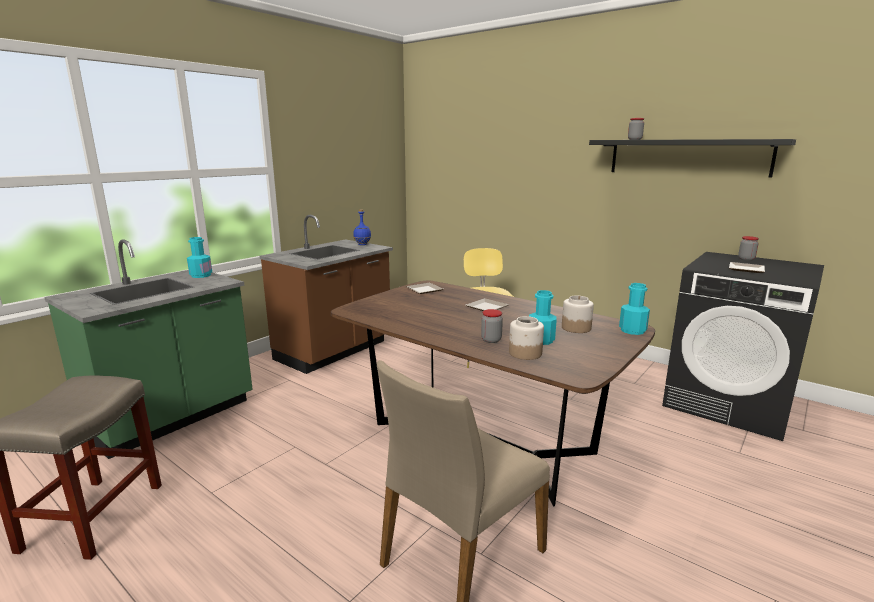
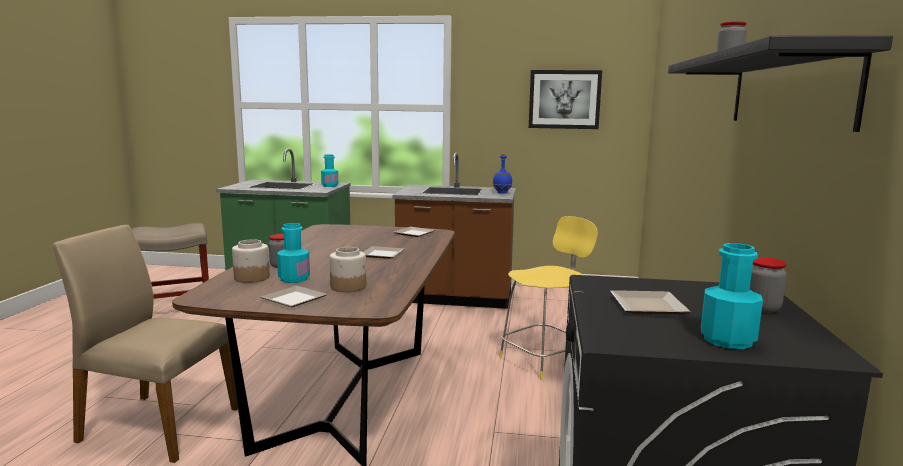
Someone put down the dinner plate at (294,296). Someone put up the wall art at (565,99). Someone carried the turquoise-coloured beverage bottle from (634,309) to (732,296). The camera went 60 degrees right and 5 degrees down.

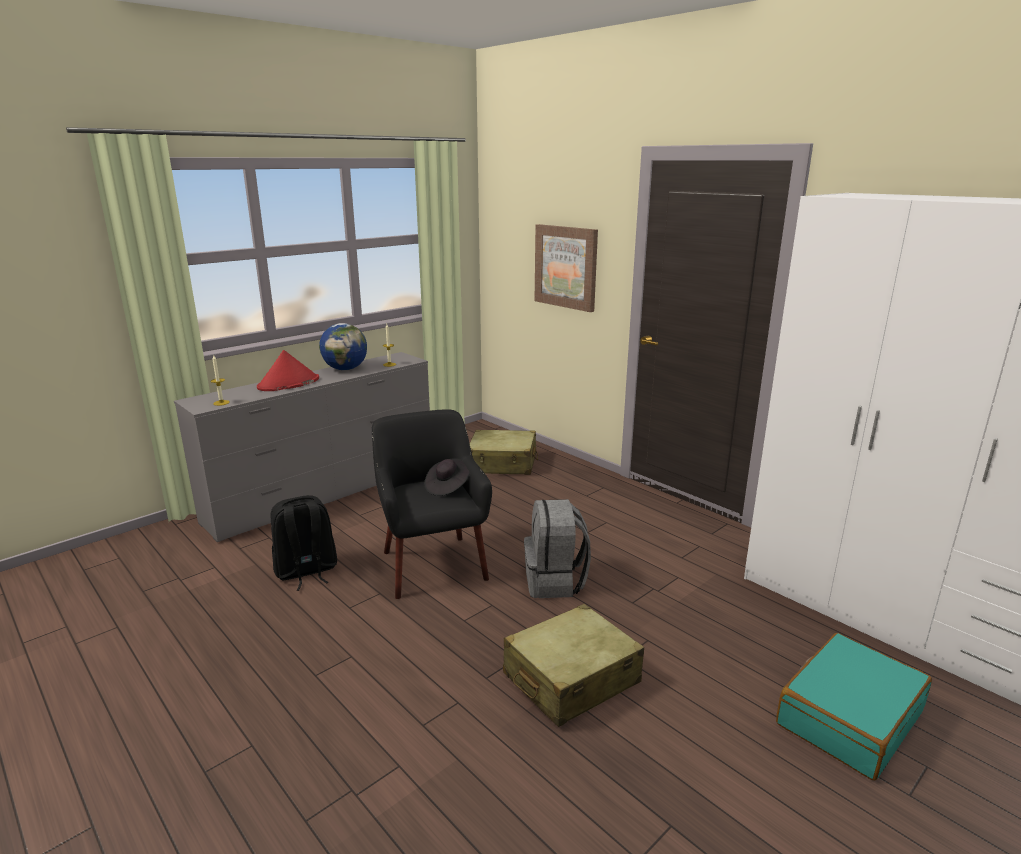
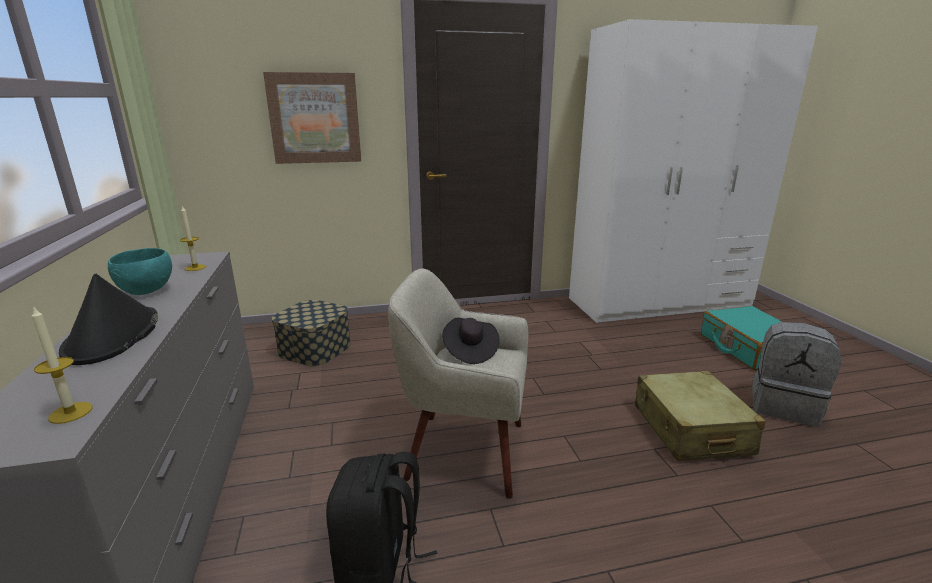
Someone carried the gray knapsack from (557,548) to (796,374). Someone swapped the desk globe at (343,346) for the turquoise-coloured bowl at (140,271). Someone swapped the beige-coloured piece of luggage at (503,452) for the storage container at (311,333). Someone repainted the red hat at (288,370), which became the blackish hat at (108,319). Someone repainted the blackish easy chair at (432,504), which became the beige-coloured easy chair at (458,383). The camera went 60 degrees left and 0 degrees up.

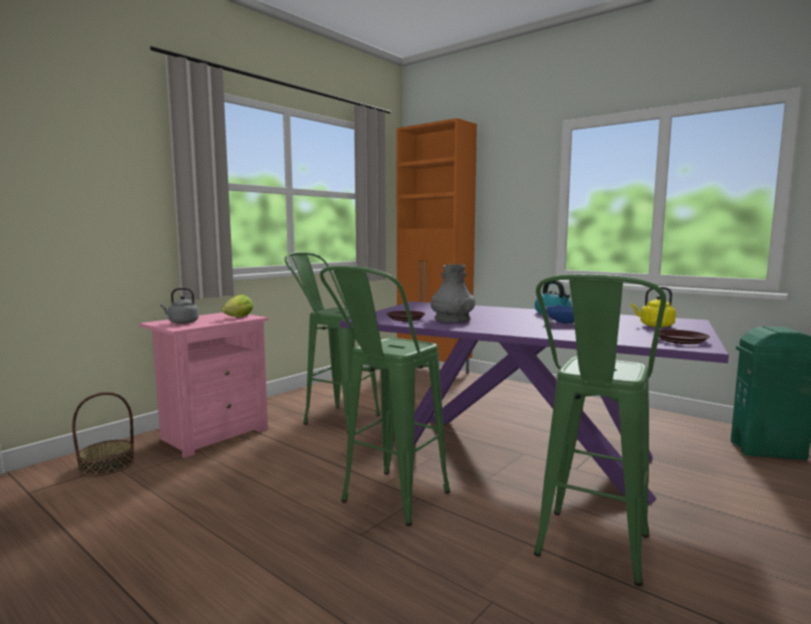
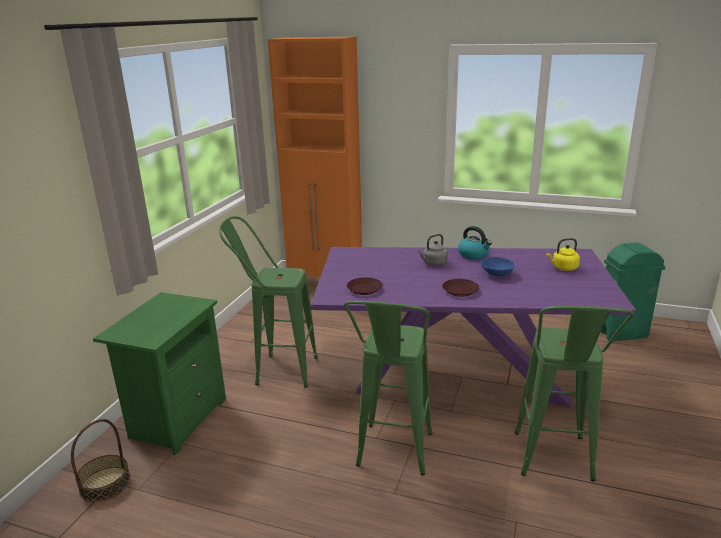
Someone took away the lettuce at (237,306). Someone took away the gray decorative vase at (453,293). Someone carried the gray water kettle from (179,306) to (433,250). Someone carried the brownish dinner plate from (684,337) to (460,288). Someone repainted the pinkish night table at (203,385), which became the green night table at (159,373). The camera went 20 degrees left and 15 degrees up.

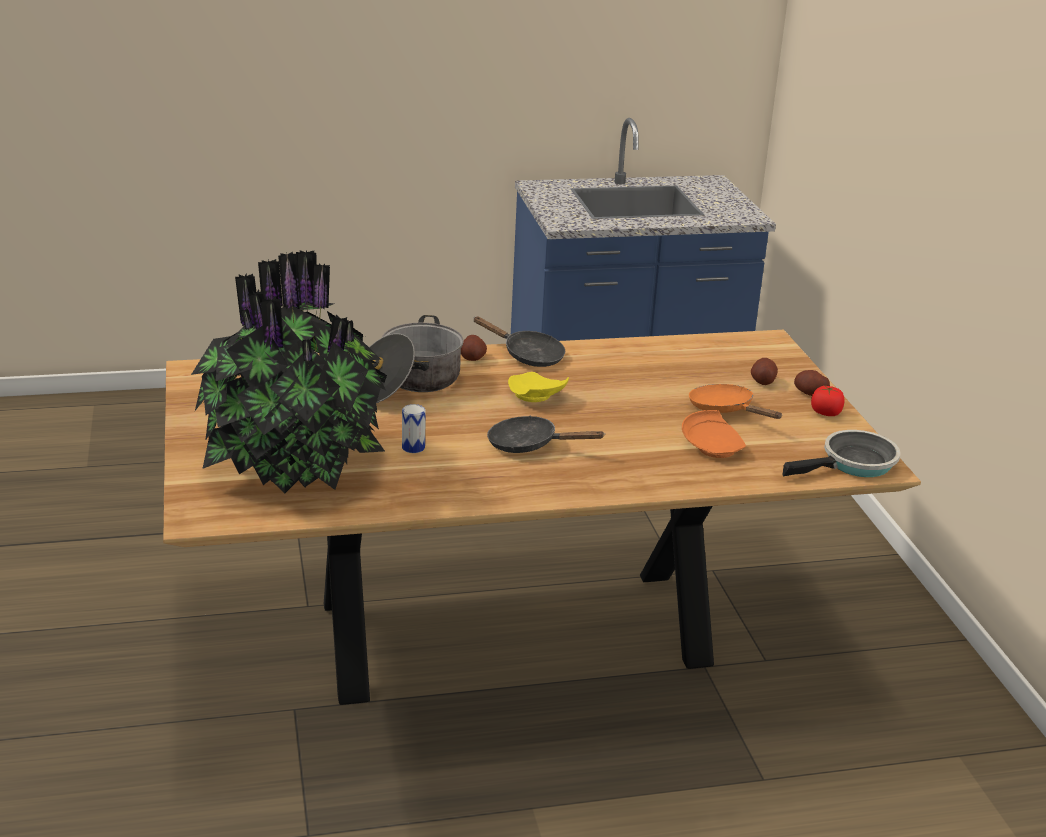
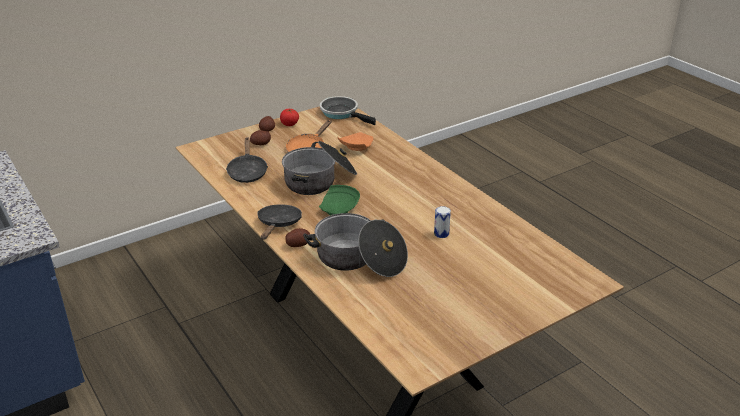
Someone took away the potted plant at (289,371). Someone put down the saucepot at (319,168). Someone carried the blackish frying pan from (546,434) to (247,160). Someone repainted the yellow-coloured dinner plate at (538,387), which became the green dinner plate at (339,200). The camera went 110 degrees left and 5 degrees up.

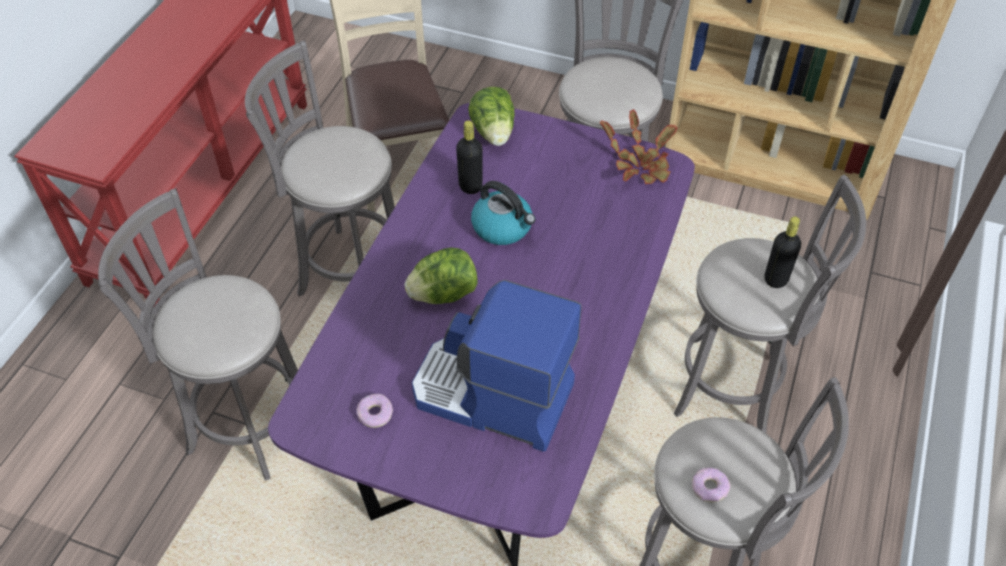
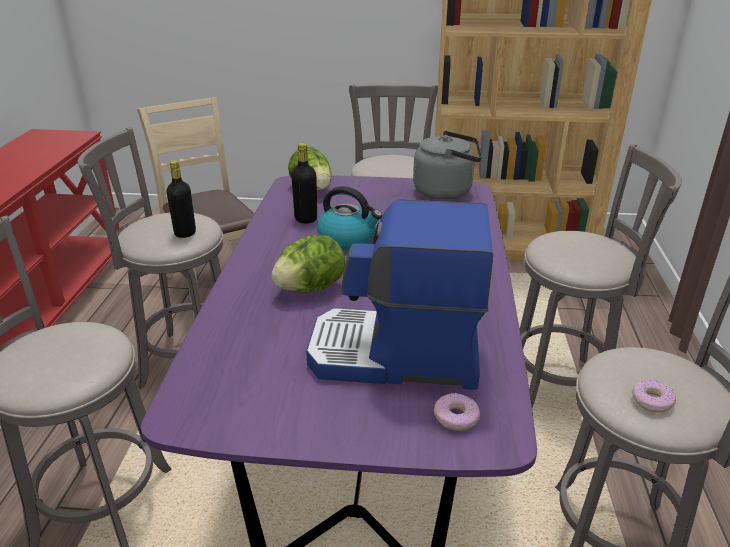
Someone carried the doughnut from (374,411) to (457,412). Someone carried the blackish beverage bottle from (782,252) to (181,199). Someone swapped the potted plant at (639,146) for the gray water kettle at (447,165). The camera went 15 degrees left and 20 degrees down.

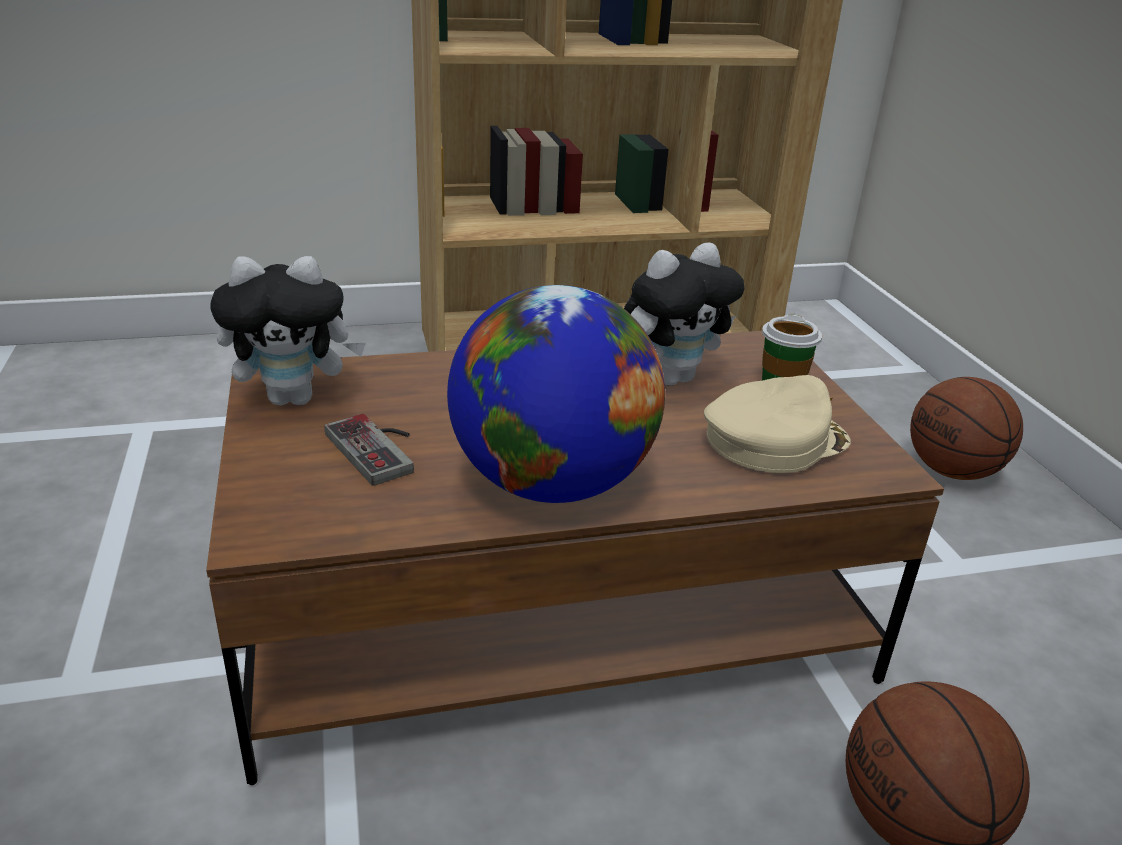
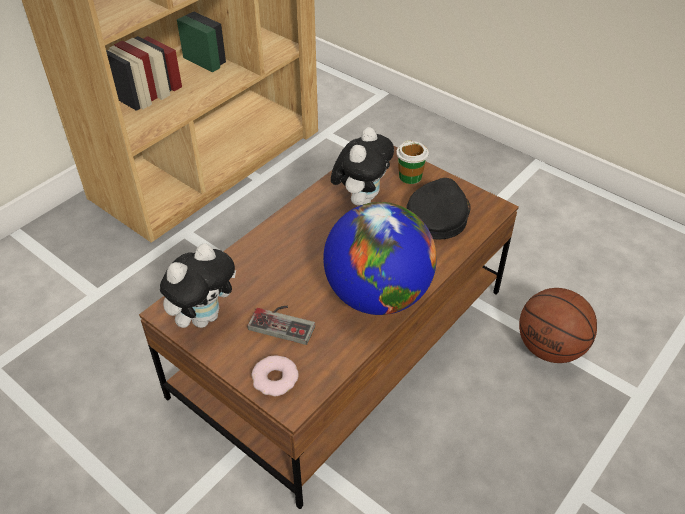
Someone took away the basketball at (966,428). Someone put down the doughnut at (275,375). Someone repainted the beige-coloured cap at (777,424), which became the blackish cap at (438,208). The camera went 35 degrees left and 15 degrees up.

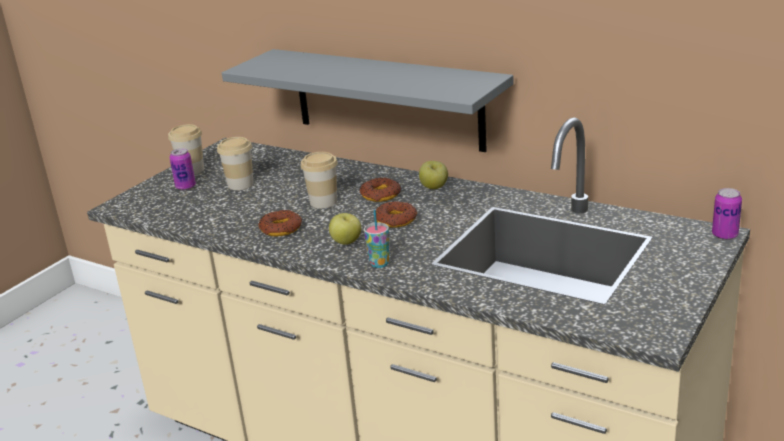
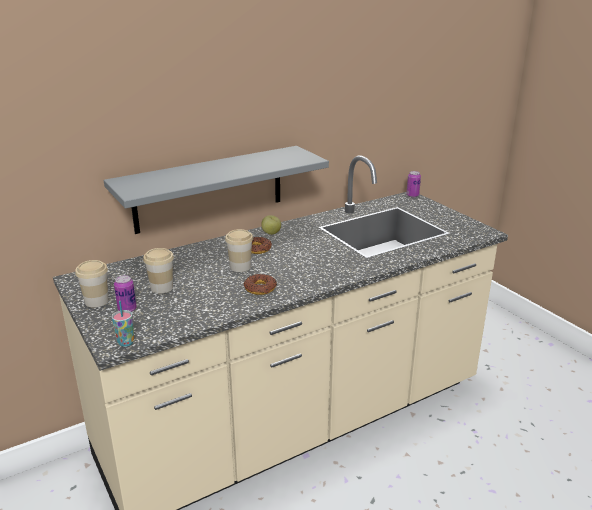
Someone took away the apple at (345,229). Someone took away the doughnut at (395,214). Someone carried the cup from (377,239) to (123,324). The camera went 65 degrees left and 0 degrees up.

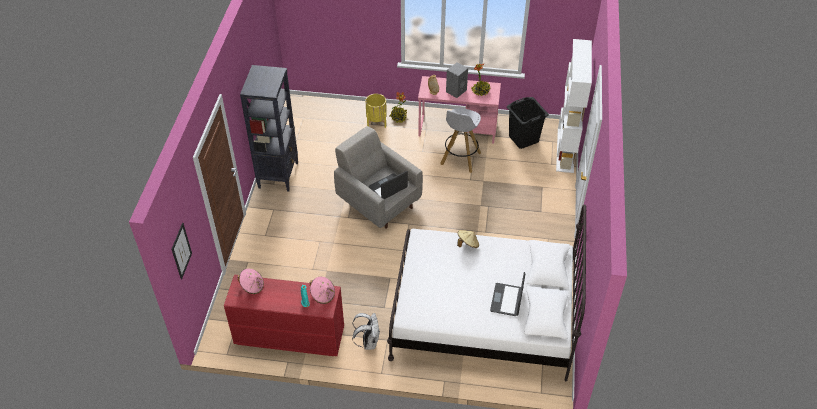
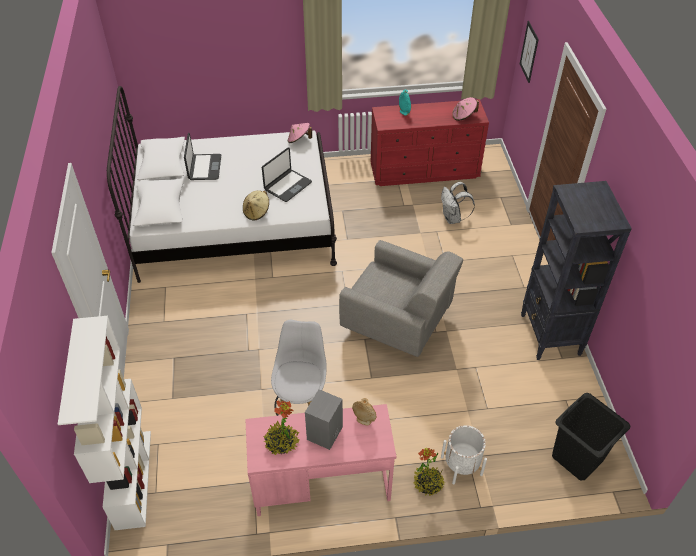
Someone carried the pinkish hat from (322,290) to (300,133). Someone carried the white-coloured knapsack from (366,331) to (458,203). Someone carried the laptop from (388,185) to (287,174). Someone carried the blackish washing basket from (528,123) to (591,437). Someone repainted the yellow-coloured plant pot at (376,111), which became the white-coloured plant pot at (464,454). The camera went 165 degrees right and 0 degrees up.

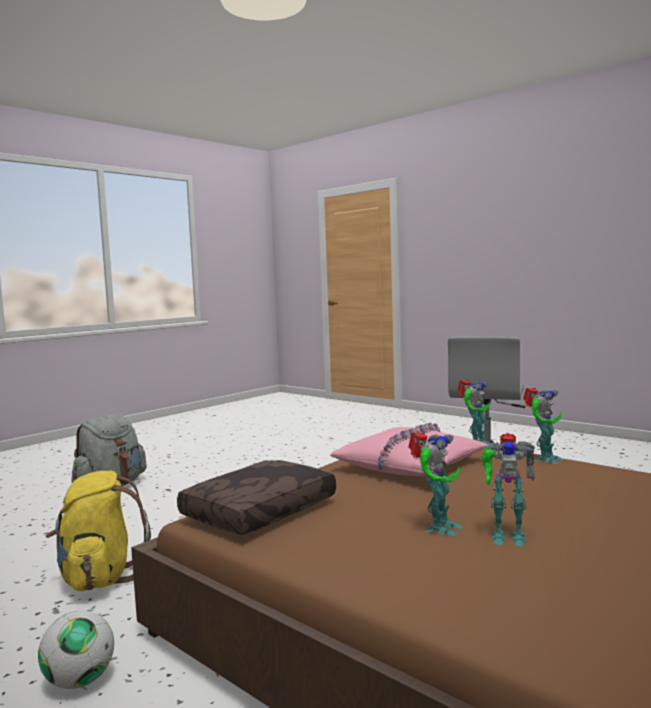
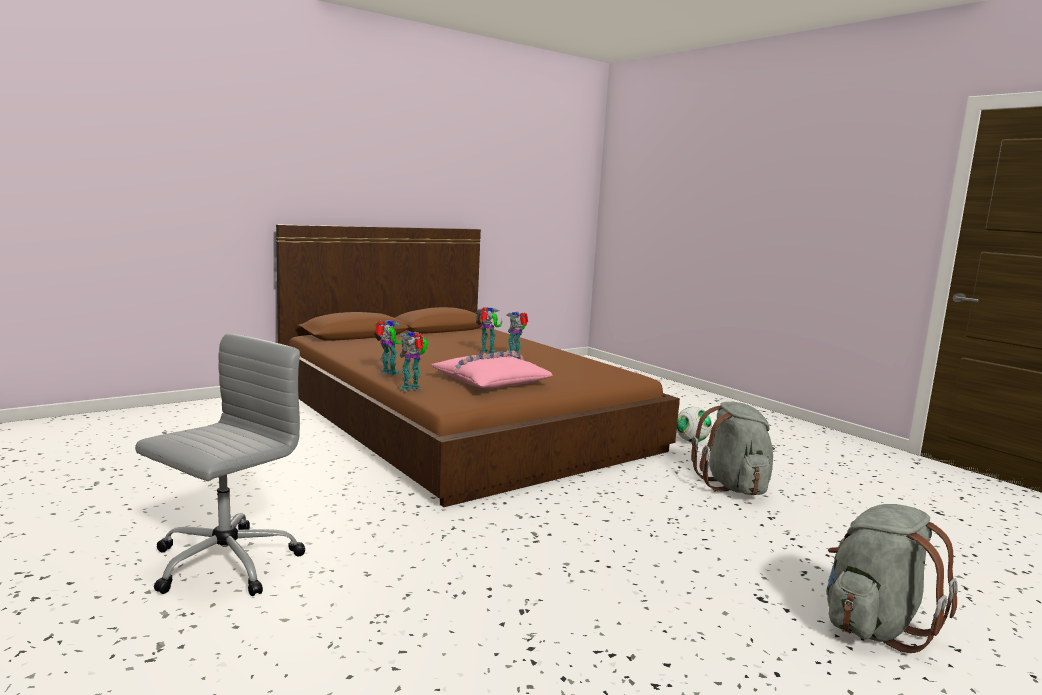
Someone took away the brownish pillow at (256,497). Someone repainted the yellow-coloured knapsack at (98,531), which became the gray knapsack at (733,448). Someone rotated the toy robot at (543,425) by 75 degrees clockwise. The camera went 170 degrees left and 5 degrees up.

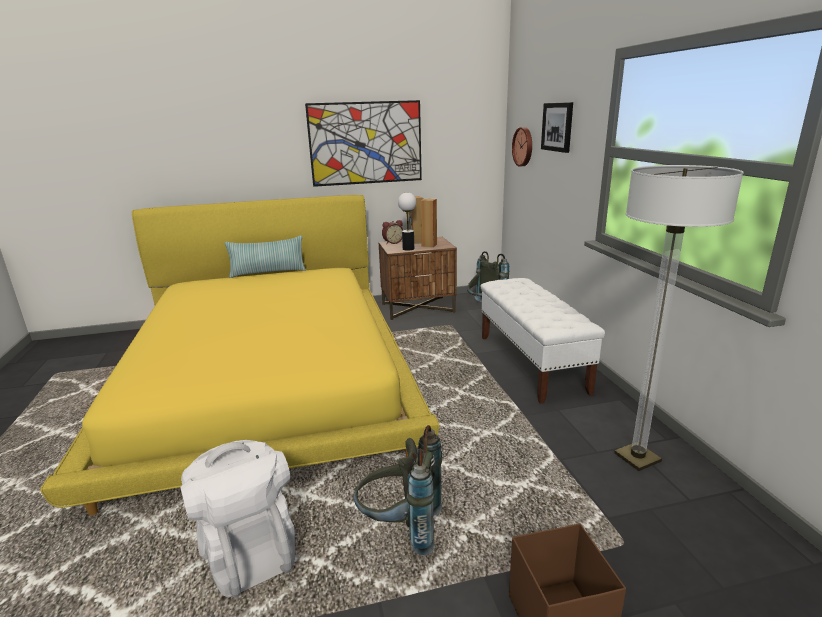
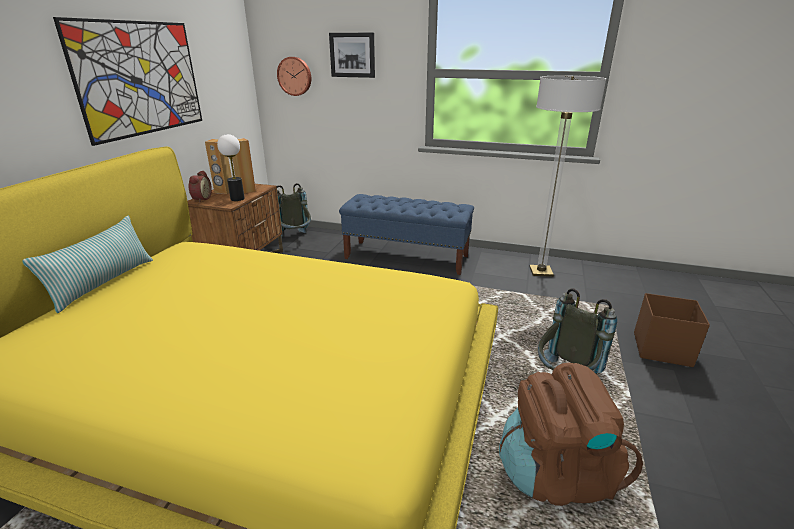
Someone repainted the white-coloured knapsack at (237,519), which became the brownish knapsack at (571,434). Someone repainted the white-coloured indoor bench at (543,341), which became the bluish indoor bench at (406,234). The camera went 60 degrees left and 5 degrees up.

